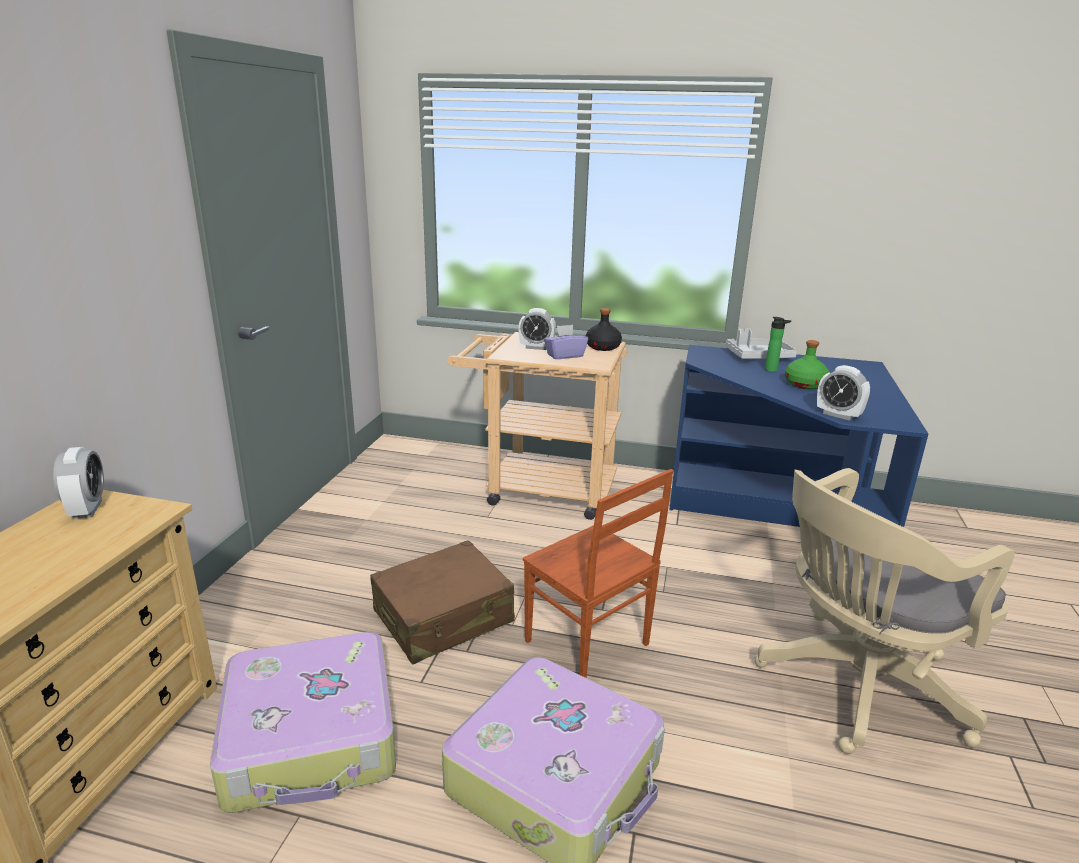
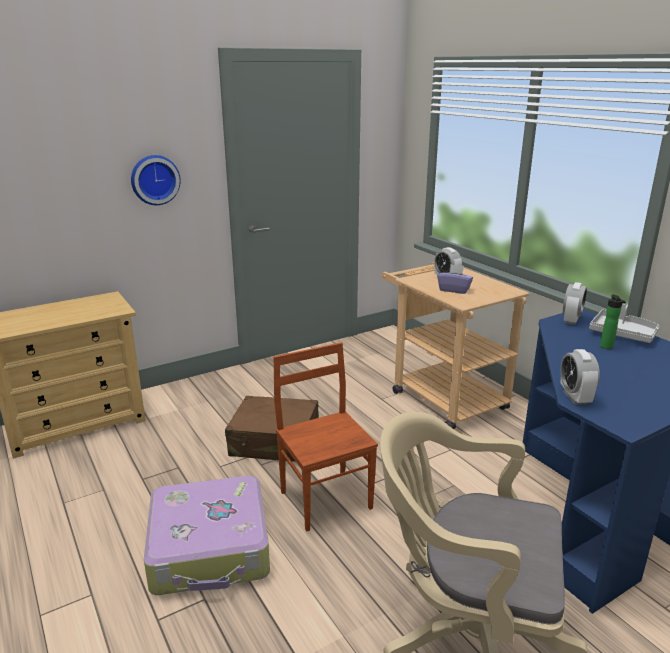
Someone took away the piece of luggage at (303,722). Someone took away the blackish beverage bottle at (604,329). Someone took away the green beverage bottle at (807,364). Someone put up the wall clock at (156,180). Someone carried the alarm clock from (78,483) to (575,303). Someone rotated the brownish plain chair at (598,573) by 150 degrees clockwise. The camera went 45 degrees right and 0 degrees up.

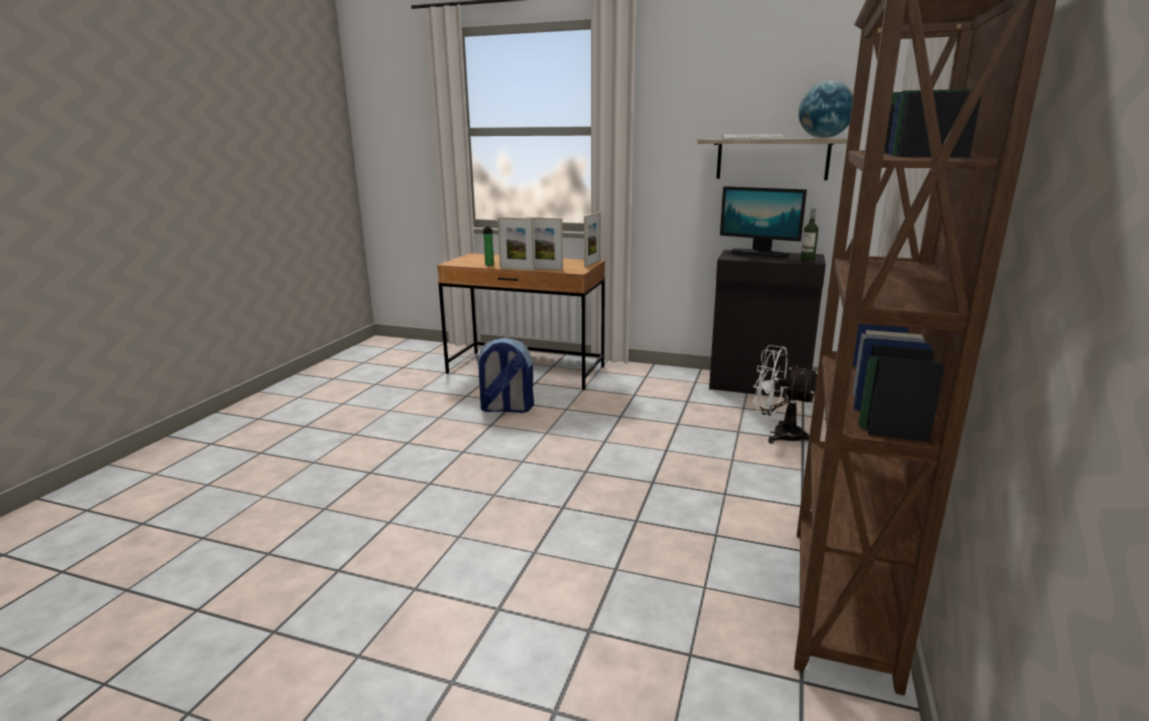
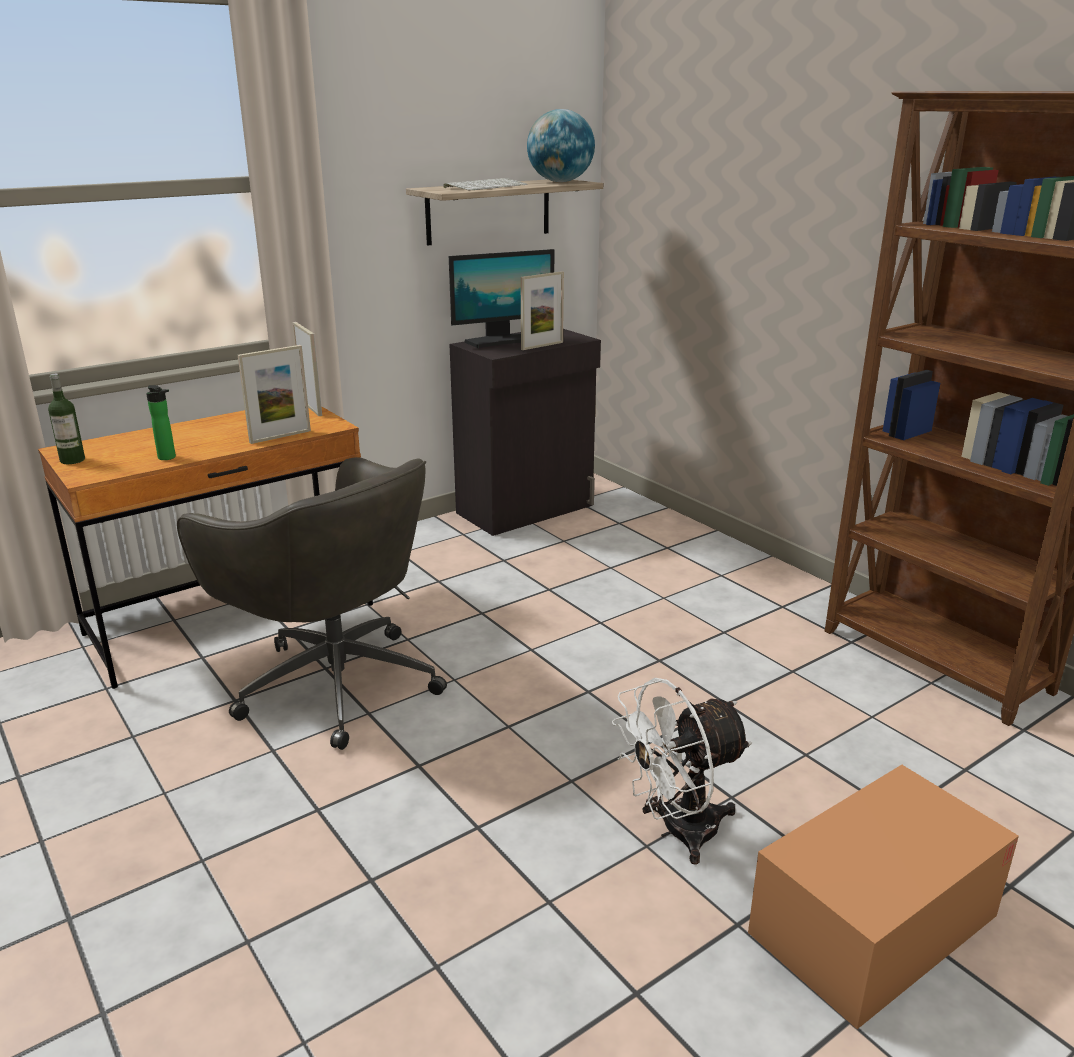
Someone put down the packing box at (883,897). Someone carried the photo frame from (516,243) to (542,310). Someone carried the white-coloured cooling fan from (785,394) to (682,771). Someone carried the beverage bottle from (810,235) to (66,419). Someone swapped the knapsack at (505,375) for the gray office chair at (312,603). The camera went 55 degrees left and 5 degrees up.

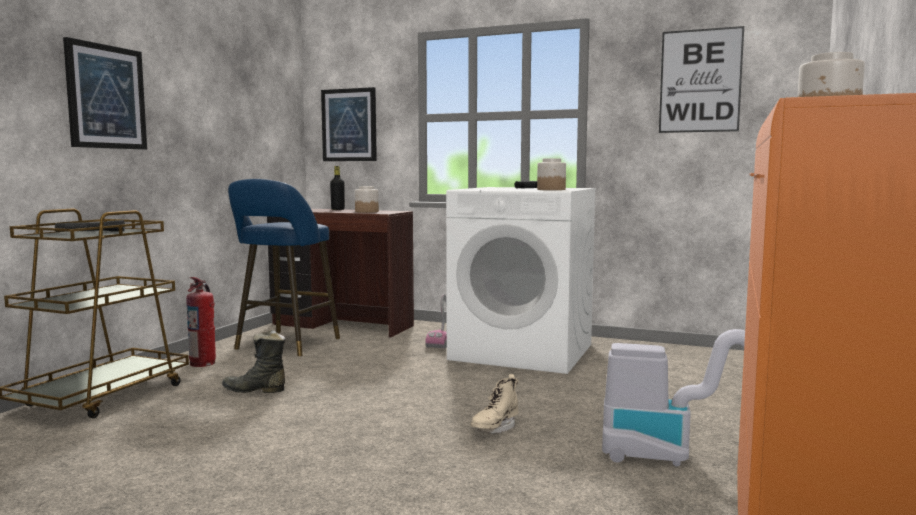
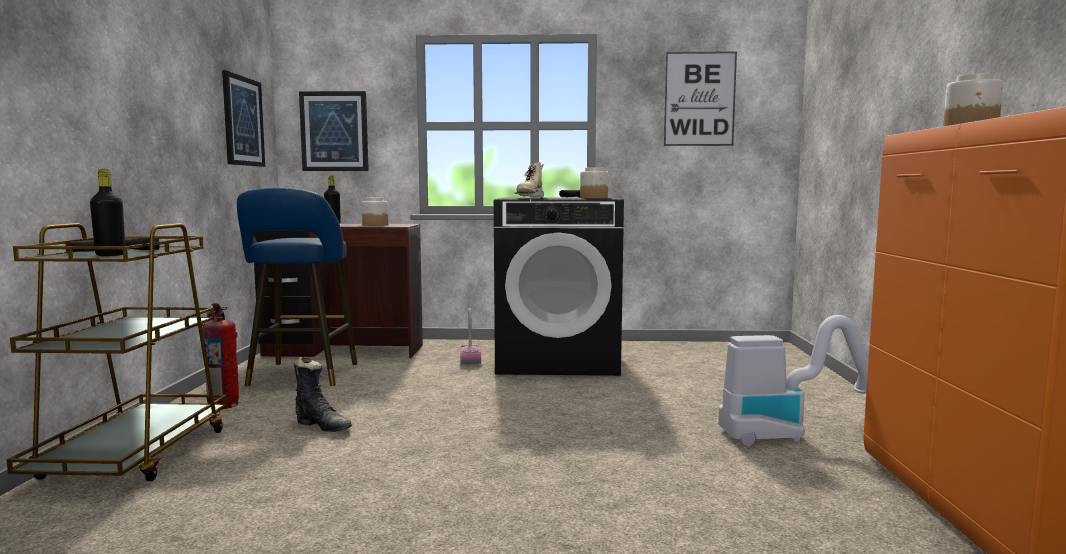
Someone put down the blackish beverage bottle at (107,212). Someone carried the wall art from (105,93) to (243,118). Someone carried the beige-coloured tall boot from (494,404) to (529,180). Someone repainted the white-coloured laundry machine at (521,280), which became the blackish laundry machine at (559,287). Someone rotated the blackish tall boot at (253,361) by 135 degrees counterclockwise. The camera went 20 degrees left and 0 degrees up.

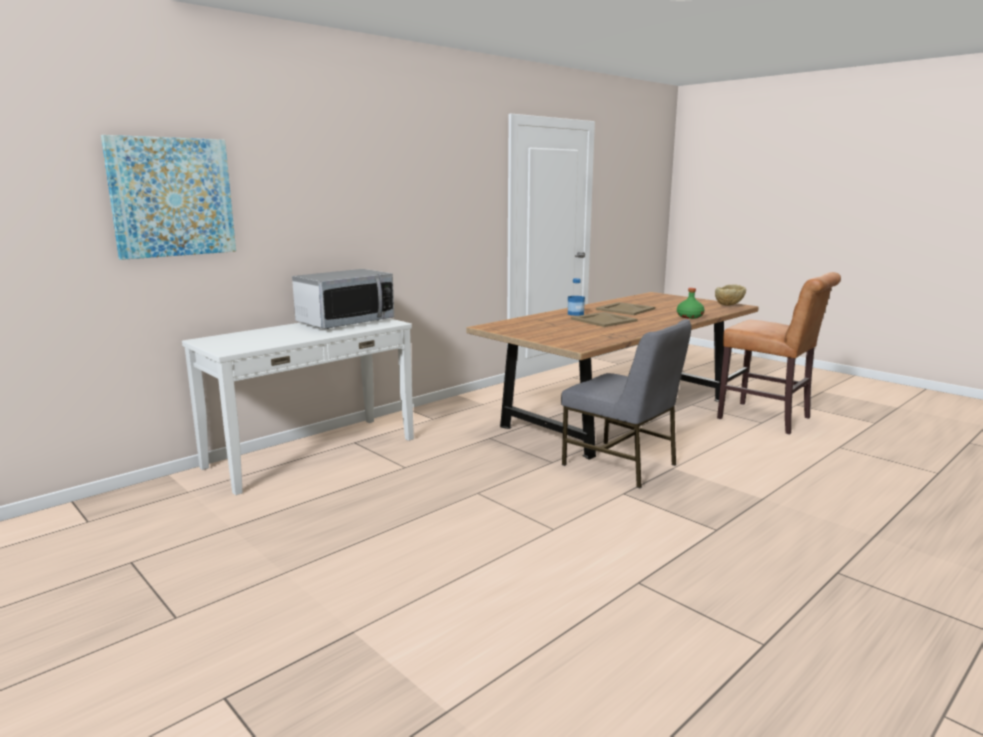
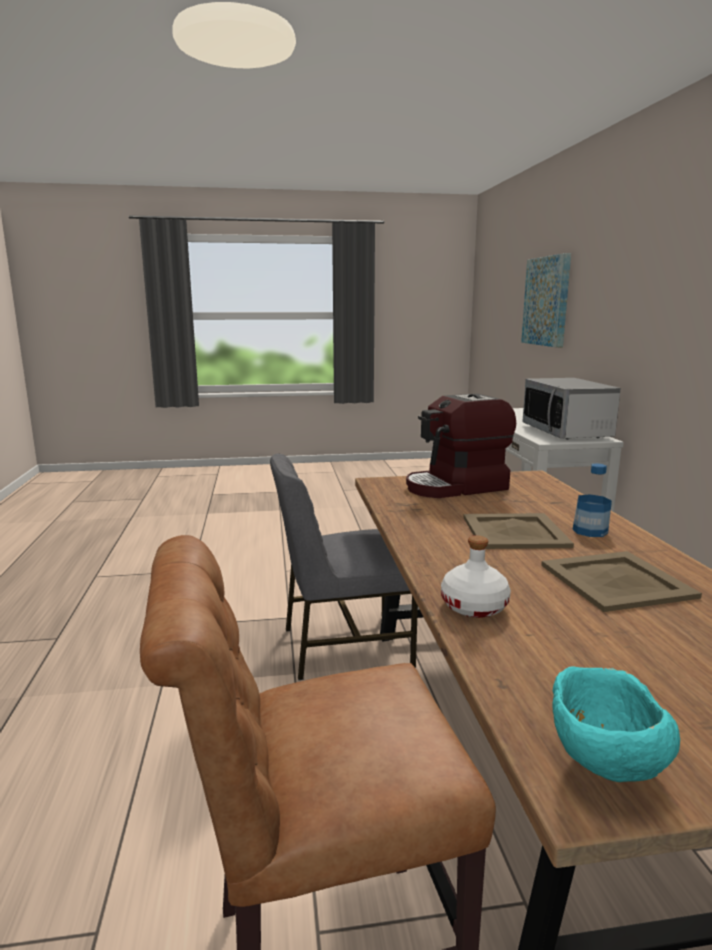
Someone put down the coffee machine at (461,446). Someone repainted the green beverage bottle at (691,303), which became the white-coloured beverage bottle at (476,576). Someone repainted the beige-coloured bowl at (730,295), which became the turquoise-coloured bowl at (616,724). The camera went 125 degrees right and 0 degrees up.

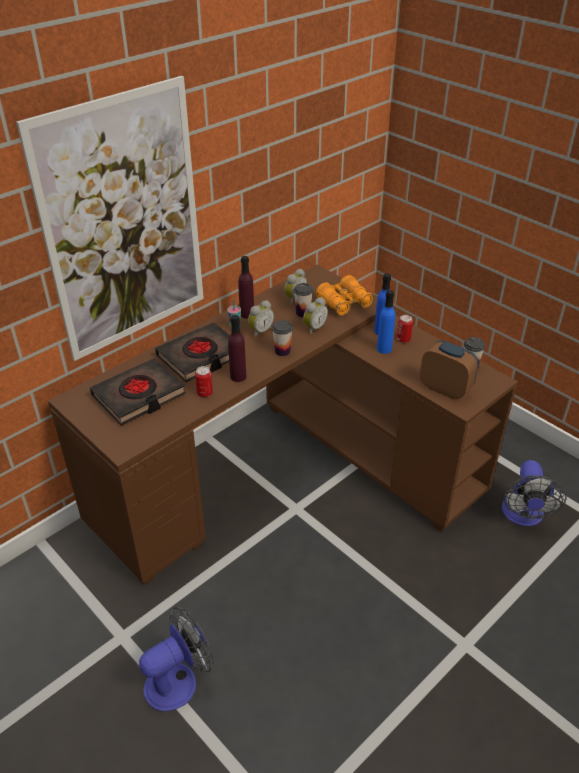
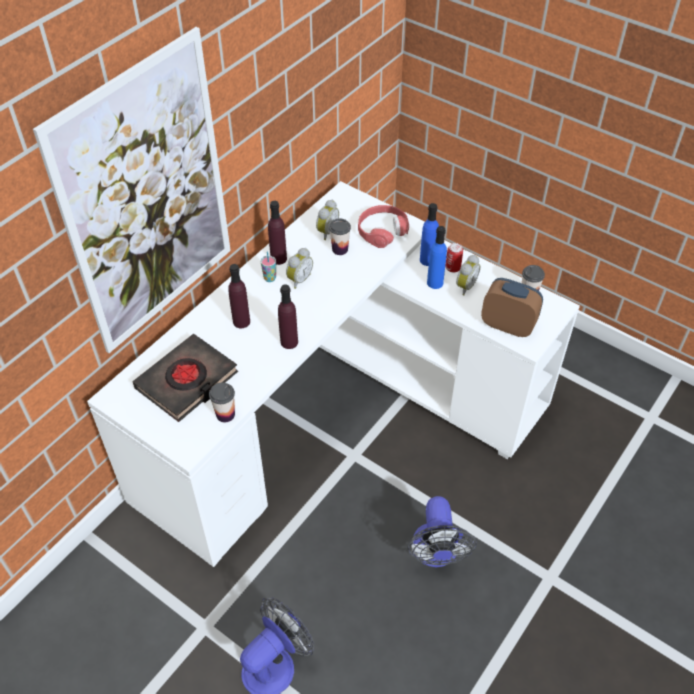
Someone took away the can at (204,381). Someone carried the cup from (282,338) to (222,402). Someone carried the alarm clock from (315,316) to (468,275). Someone carried the cooling fan from (534,493) to (442,531). Someone swapped the blackish volume at (192,352) for the purple-coloured beverage bottle at (239,296). Someone swapped the orangey binoculars at (345,295) for the red headphones at (383,226). Someone repainted the brownish desk unit at (283,425), which became the white-coloured desk unit at (333,374). The camera went 10 degrees left and 10 degrees up.

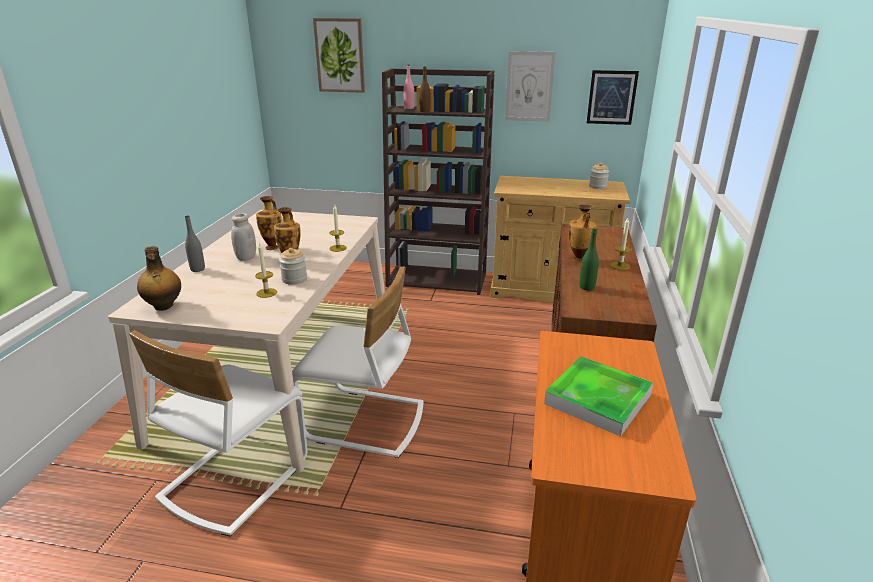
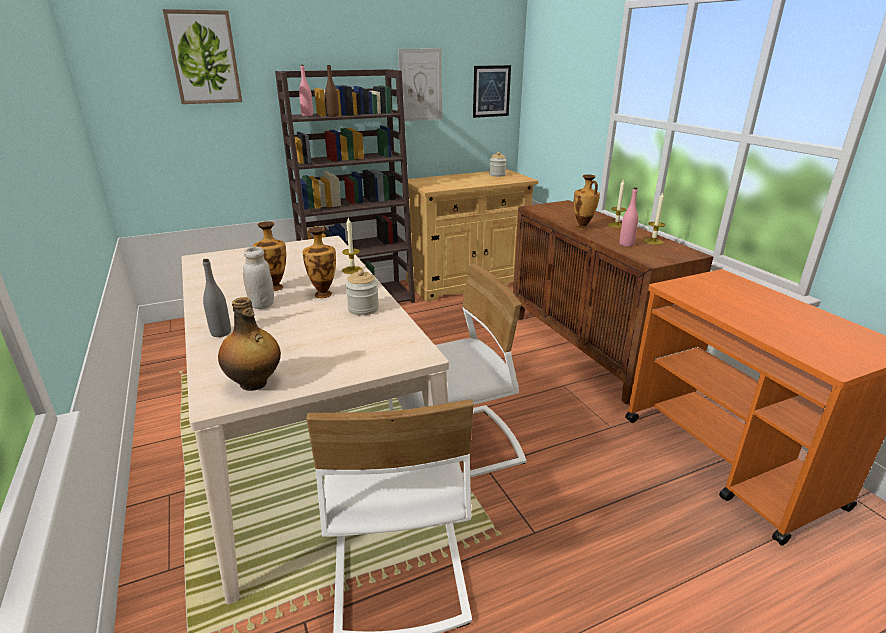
Someone took away the tray at (598,396). Someone carried the candle from (266,270) to (654,218). Someone repainted the green beverage bottle at (589,259), which became the pinkish beverage bottle at (628,217). The camera went 35 degrees left and 0 degrees up.

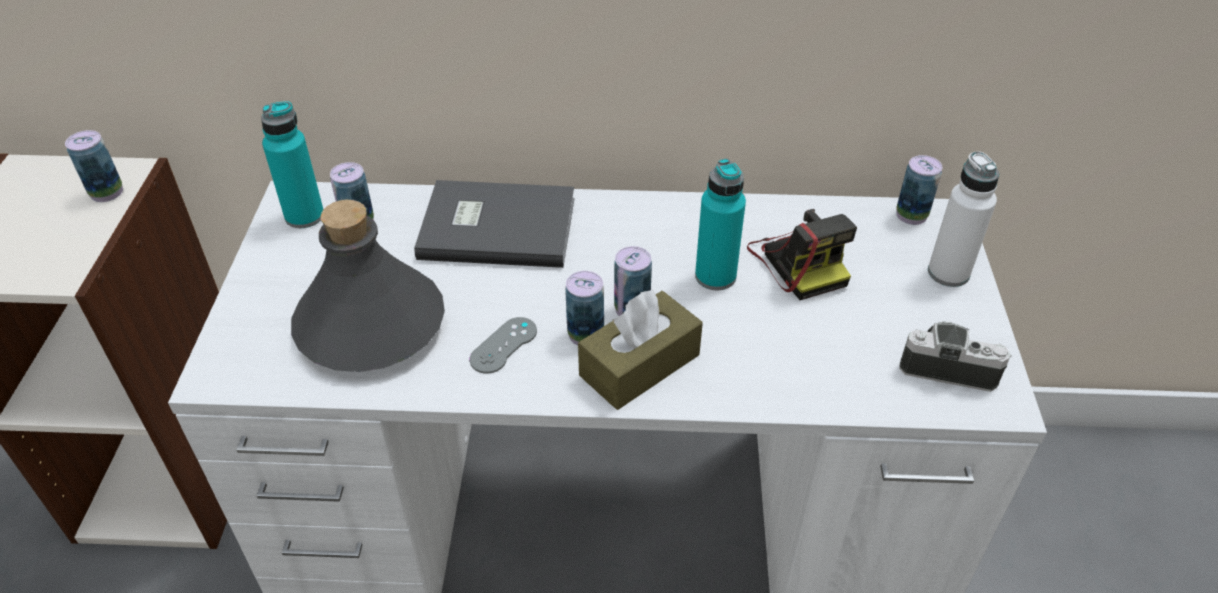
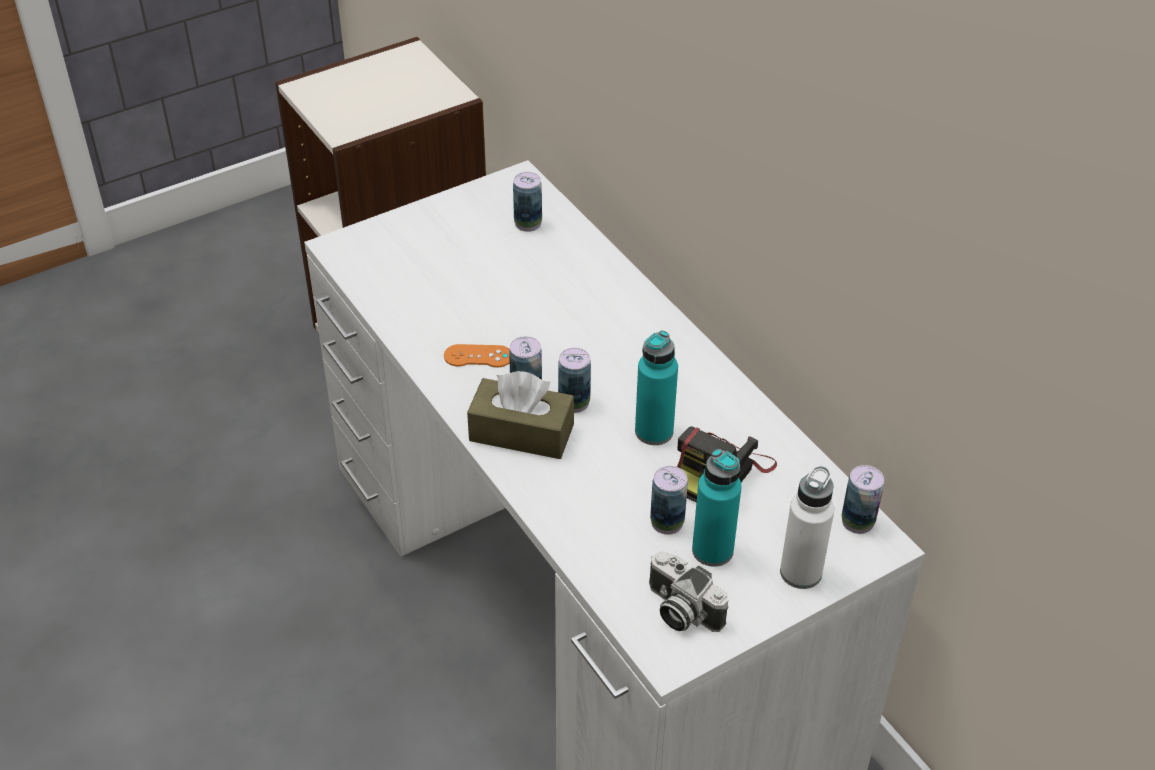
Someone took away the gray beverage bottle at (368,286). Someone took away the gray volume at (494,224). Someone carried the can from (94,166) to (669,500). Someone carried the turquoise-coloured beverage bottle from (292,164) to (717,508). Someone repainted the gray game controller at (503,345), which became the orangey game controller at (477,356). Someone rotated the photo camera at (956,357) by 150 degrees clockwise. The camera went 55 degrees right and 0 degrees up.

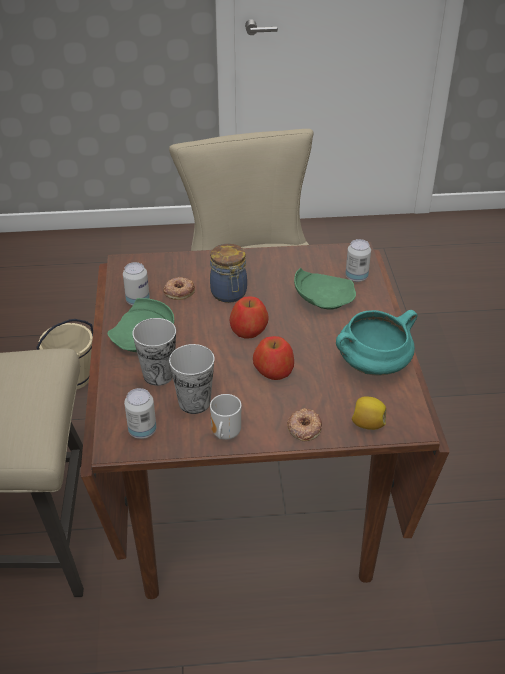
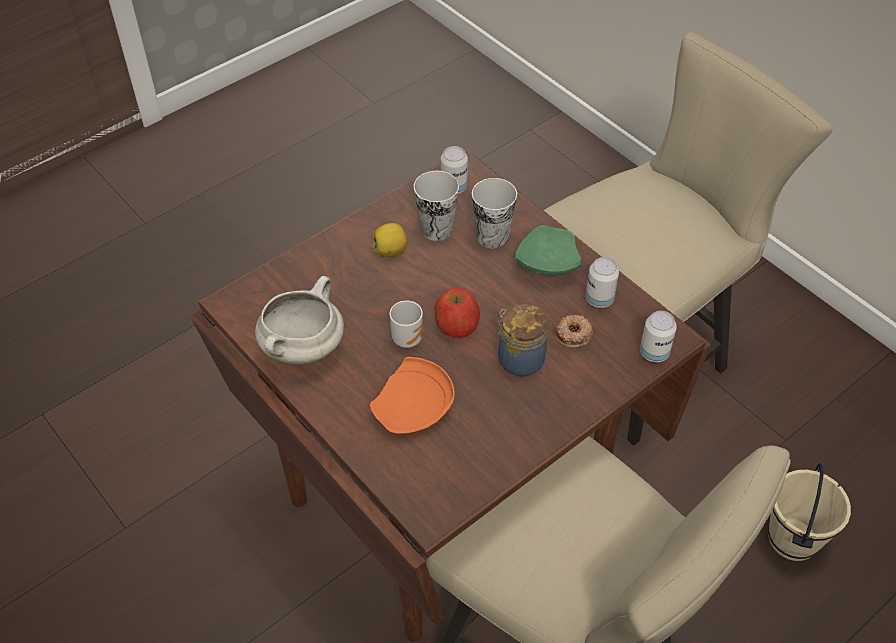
Someone took away the apple at (273,358). Someone took away the doughnut at (304,424). Someone carried the tea mug from (225,417) to (406,324). Someone carried the can from (358,260) to (658,336). Someone carried the whole lemon from (369,413) to (389,240). Someone repainted the green dinner plate at (325,289), which became the orangey dinner plate at (412,395). Someone repainted the turquoise-coloured saucepot at (377,342), which became the white-coloured saucepot at (299,320). The camera went 145 degrees right and 10 degrees up.

